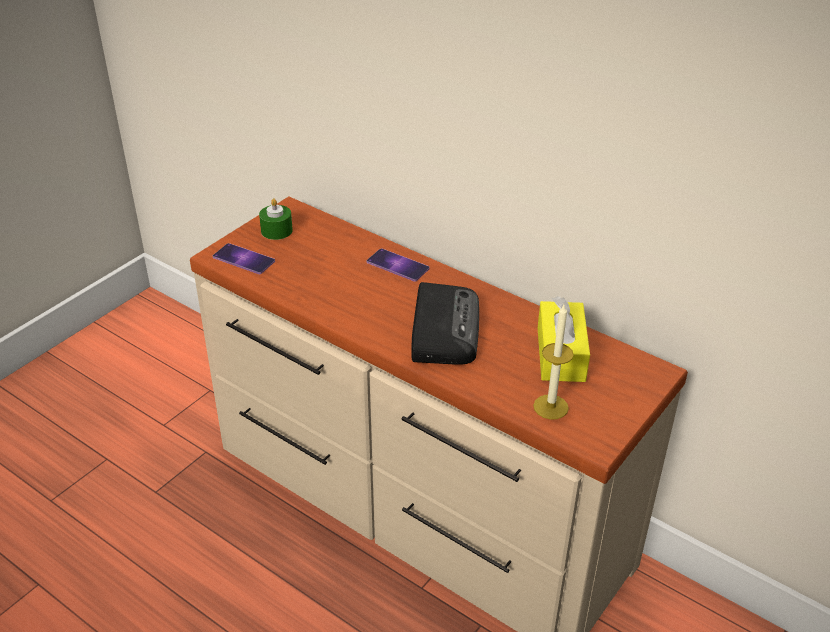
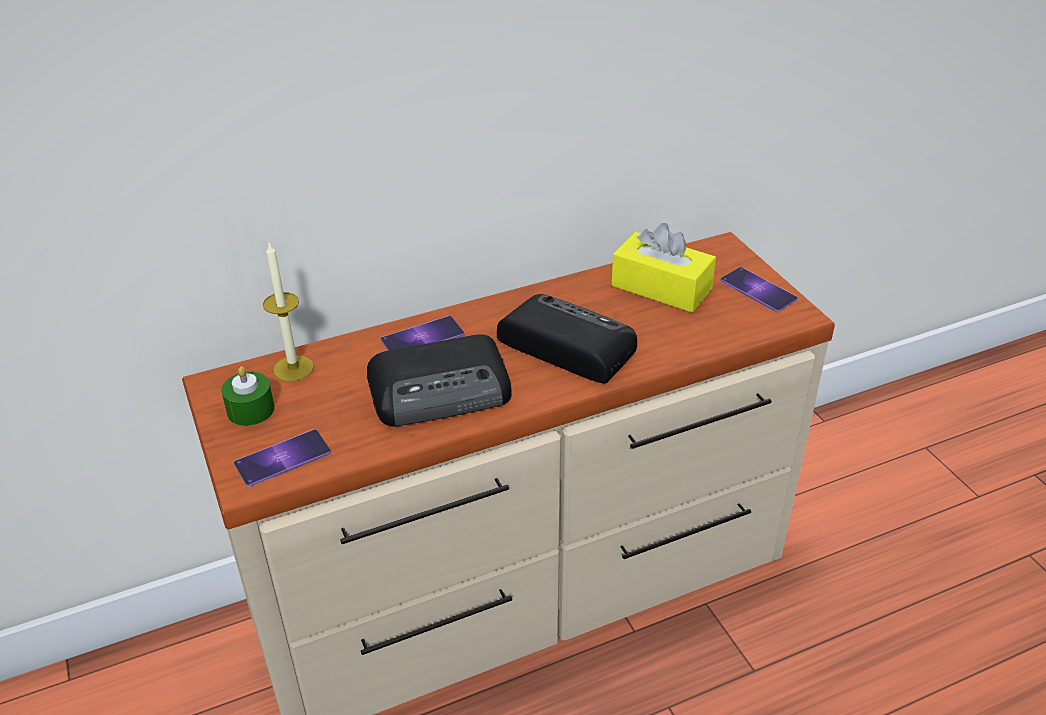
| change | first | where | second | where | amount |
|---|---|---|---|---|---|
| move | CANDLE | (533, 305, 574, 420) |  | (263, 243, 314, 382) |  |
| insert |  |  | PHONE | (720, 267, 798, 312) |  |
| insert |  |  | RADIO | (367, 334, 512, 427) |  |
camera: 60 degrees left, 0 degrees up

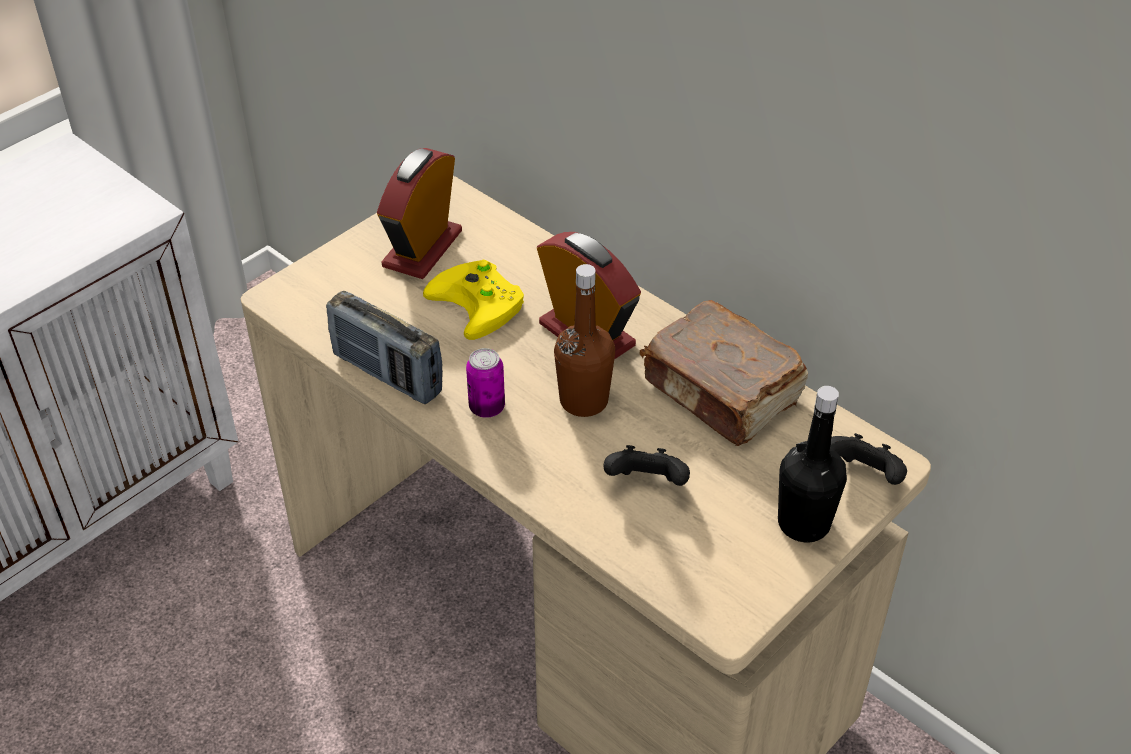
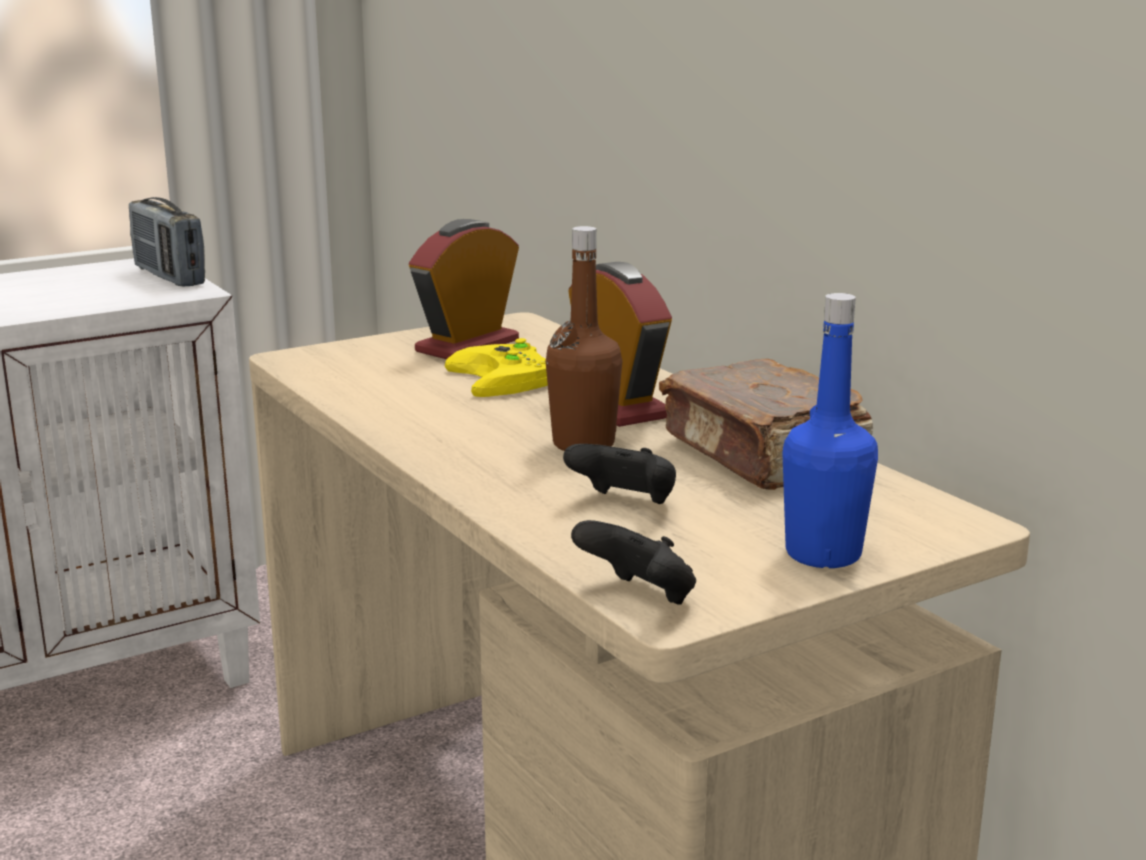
| change | first | where | second | where | amount |
|---|---|---|---|---|---|
| move | RADIO | (326, 291, 443, 404) |  | (129, 197, 205, 286) |  |
| delete | CAN | (466, 348, 505, 418) |  |  |  |
| recolor | BLACK BOTTLE | (778, 386, 847, 543) | BLUE BOTTLE | (782, 293, 878, 568) |  |
| move | BLACK GAME CONTROLLER | (830, 433, 907, 485) |  | (571, 520, 696, 605) |  |
camera: 15 degrees right, 25 degrees down

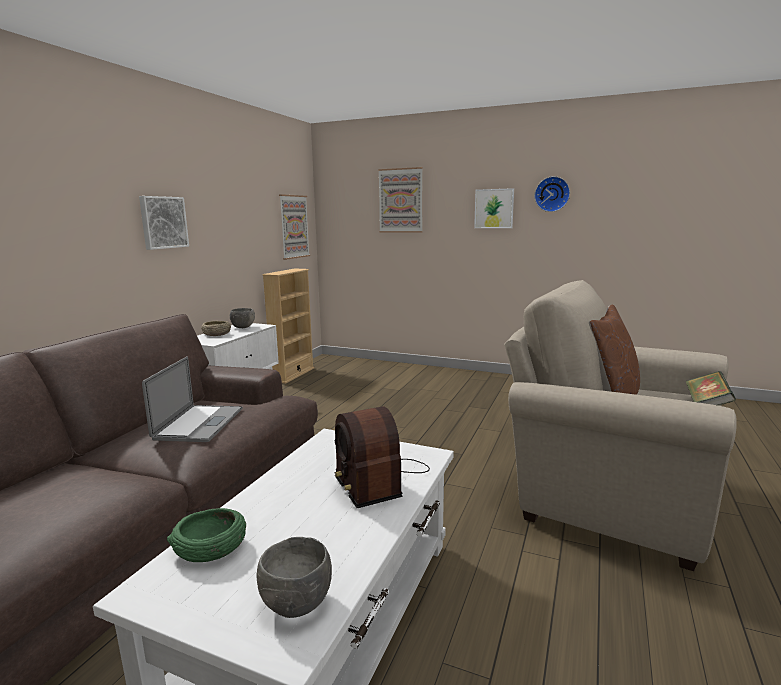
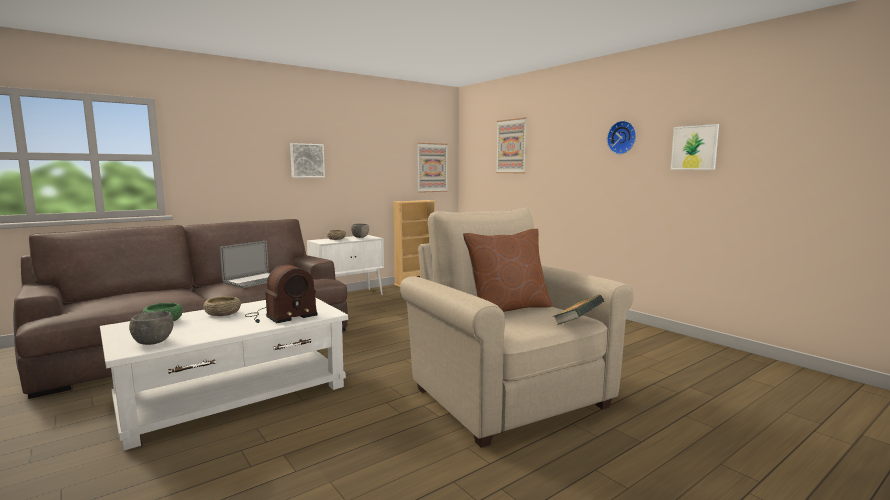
| change | first | where | second | where | amount |
|---|---|---|---|---|---|
| move | PICTURE | (474, 188, 514, 228) |  | (671, 124, 719, 170) |  |
| rotate | RADIO | (335, 406, 430, 508) |  | (245, 264, 318, 323) | 135 degrees counterclockwise |
| insert |  |  | BEIGE BOWL | (203, 296, 241, 316) |  |
camera: 30 degrees right, 5 degrees down

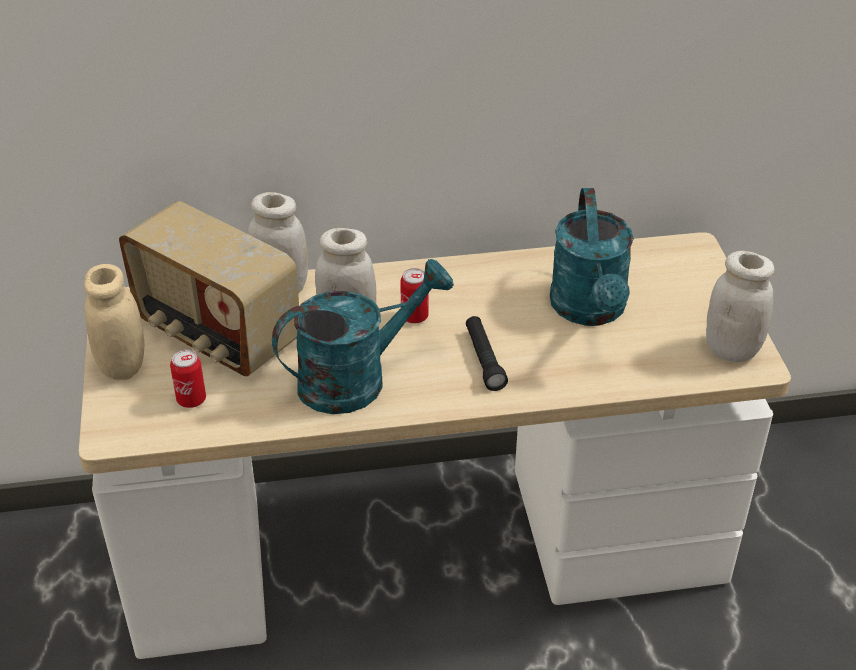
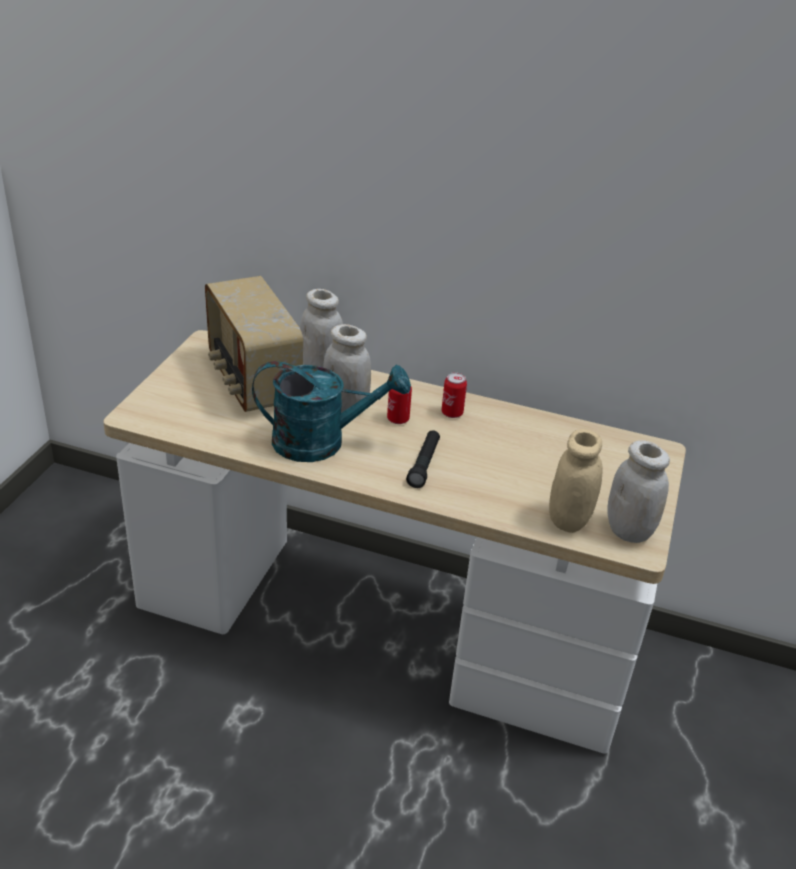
| change | first | where | second | where | amount |
|---|---|---|---|---|---|
| delete | TURQUOISE WATERING CAN | (550, 188, 634, 326) |  |  |  |
| move | BEIGE JAR | (84, 264, 145, 380) |  | (549, 429, 603, 533) |  |
| move | CAN | (170, 349, 206, 408) |  | (441, 372, 467, 418) |  |
camera: 25 degrees right, 5 degrees down

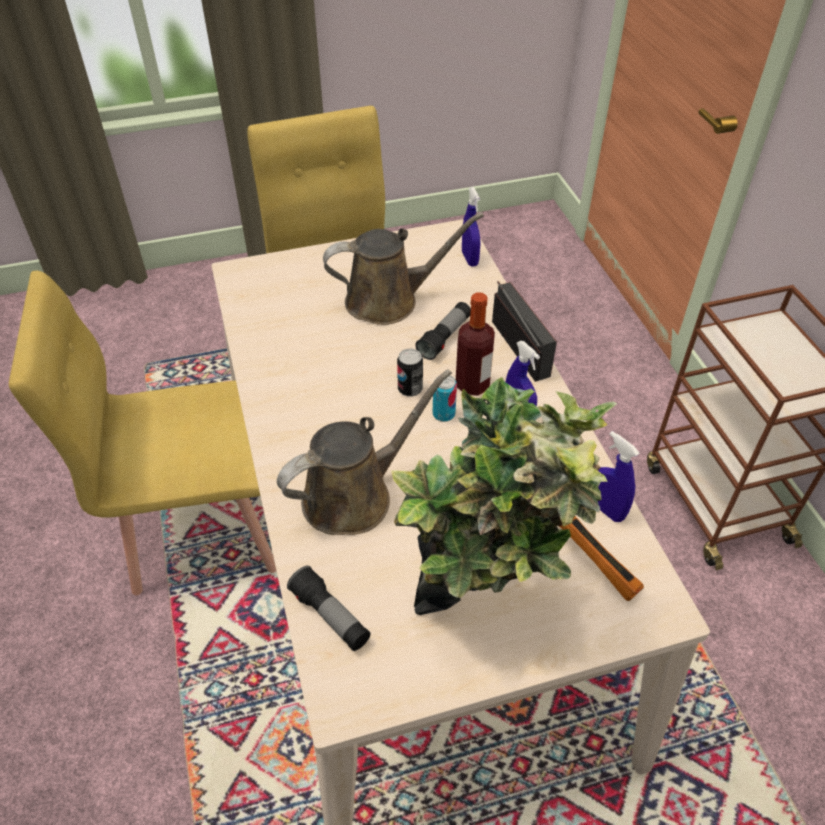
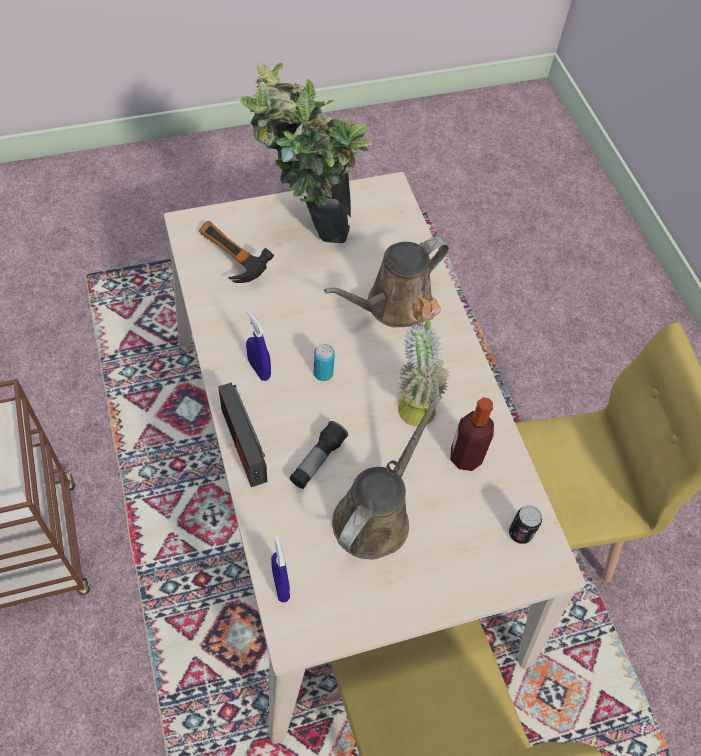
| change | first | where | second | where | amount |
|---|---|---|---|---|---|
| rotate | BROWN WATERING CAN | (323, 213, 484, 325) |  | (332, 395, 441, 559) | 135 degrees clockwise |
| move | BOTTLE | (456, 292, 495, 396) |  | (450, 397, 494, 471) |  |
| move | CAN | (397, 349, 423, 397) |  | (509, 505, 542, 544) |  |
| delete | BLUE SPRAY BOTTLE | (598, 431, 640, 522) |  |  |  |
| delete | FLASHLIGHT | (287, 566, 371, 651) |  |  |  |
| insert |  |  | POTTED PLANT | (398, 295, 450, 426) |  |
camera: 175 degrees right, 10 degrees up

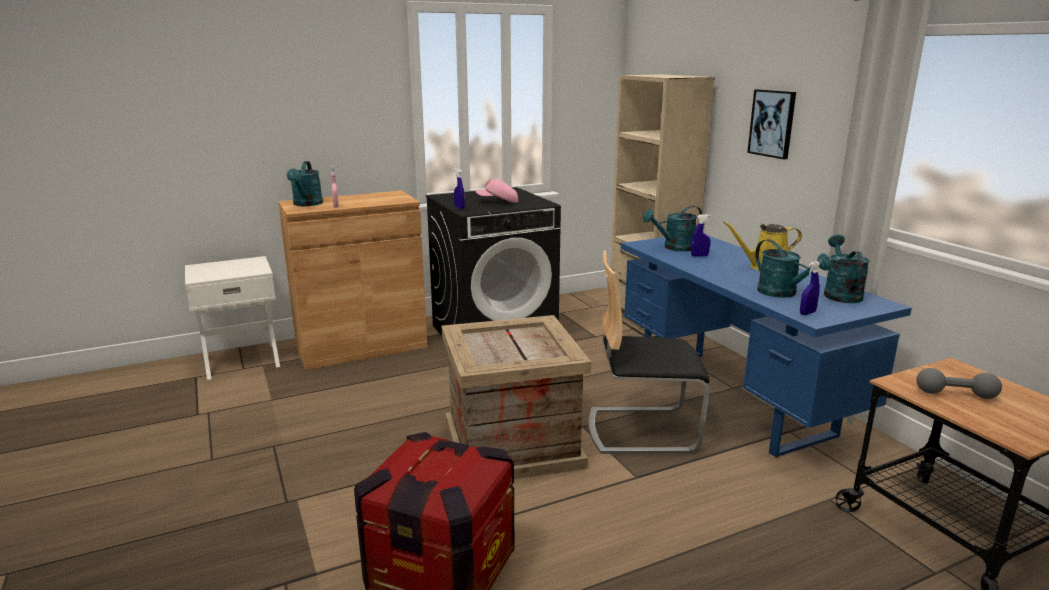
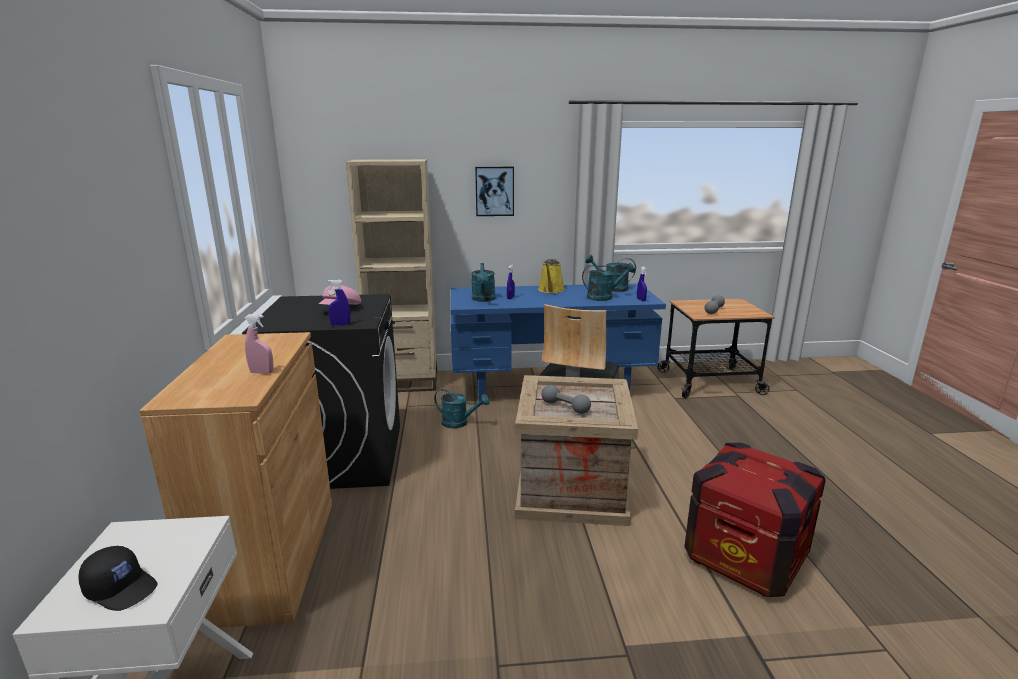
| change | first | where | second | where | amount |
|---|---|---|---|---|---|
| move | TURQUOISE WATERING CAN | (286, 161, 323, 206) |  | (434, 389, 490, 429) |  |
| insert |  |  | GREY DUMBBELL | (541, 385, 591, 414) |  |
| insert |  |  | BLACK CAP | (78, 546, 157, 611) |  |
camera: 70 degrees left, 0 degrees up

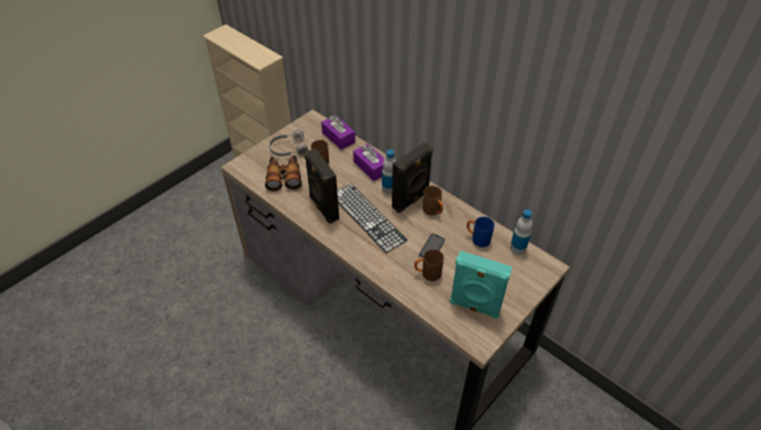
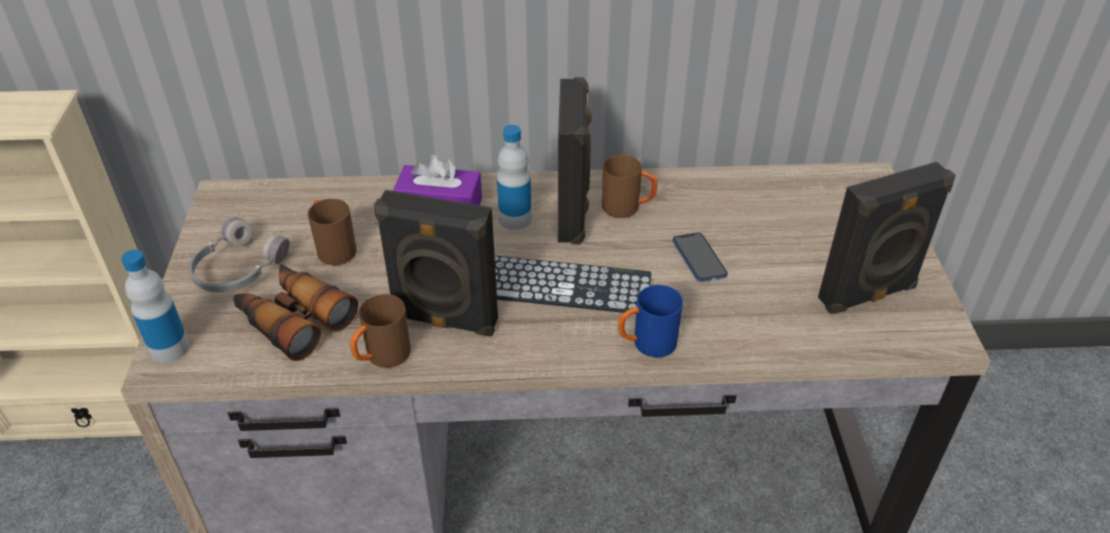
| change | first | where | second | where | amount |
|---|---|---|---|---|---|
| delete | PURPLE TISSUE BOX | (321, 115, 355, 150) |  |  |  |
| move | BOTTLE | (510, 209, 532, 255) |  | (121, 250, 189, 363) |  |
| move | BLUE MUG | (467, 217, 495, 247) |  | (618, 285, 683, 358) |  |
| move | BROWN MUG | (414, 249, 444, 281) |  | (350, 294, 411, 368) |  |
| recolor | TURQUOISE SPEAKER | (450, 251, 512, 319) | BLACK SPEAKER | (818, 162, 956, 314) |  |
camera: 45 degrees left, 5 degrees down

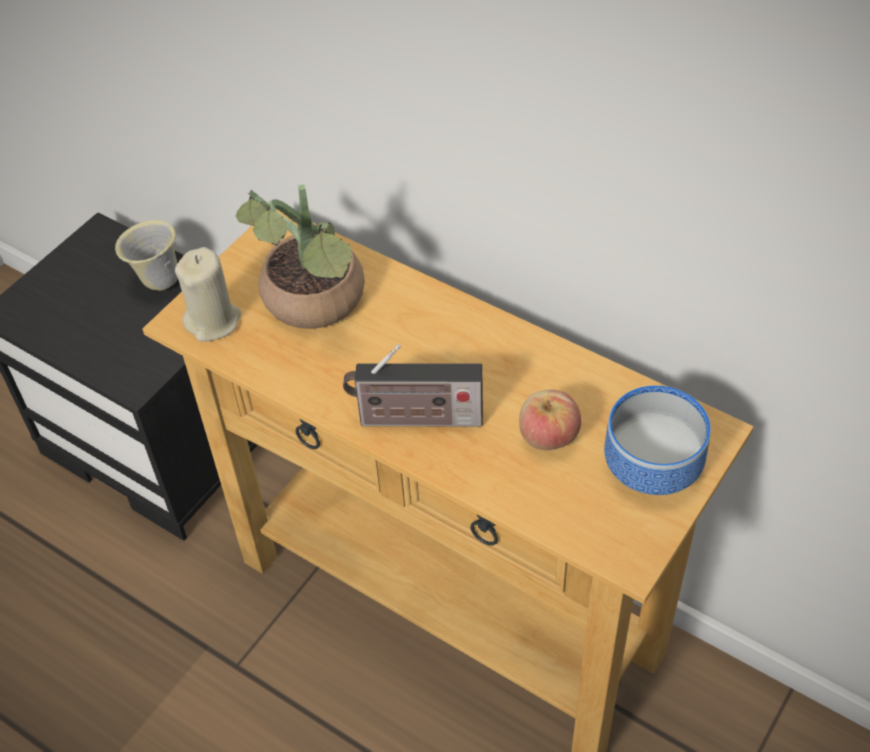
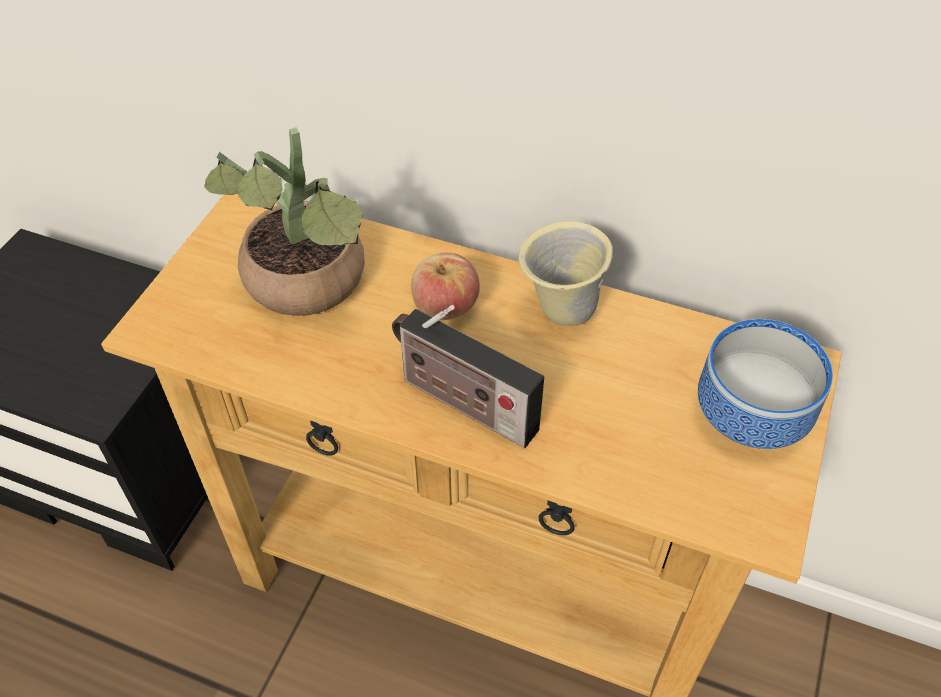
| change | first | where | second | where | amount |
|---|---|---|---|---|---|
| move | BEIGE MUG | (115, 220, 178, 291) |  | (519, 221, 613, 326) |  |
| delete | BEIGE CANDLE | (175, 247, 241, 342) |  |  |  |
| rotate | RADIO | (343, 344, 483, 427) |  | (392, 305, 544, 448) | 45 degrees clockwise |
| move | APPLE | (519, 389, 581, 450) |  | (411, 253, 480, 320) |  |
camera: 15 degrees left, 0 degrees up

